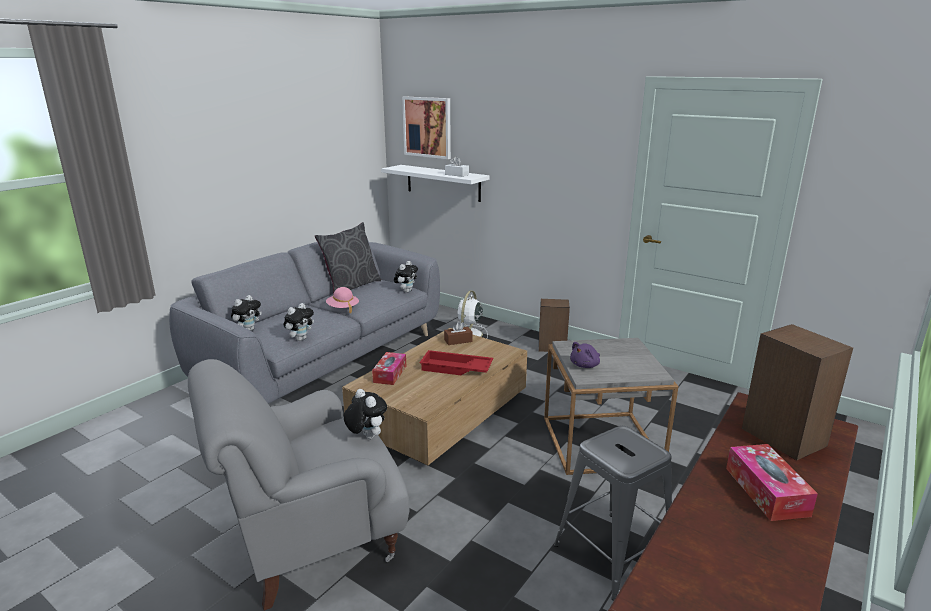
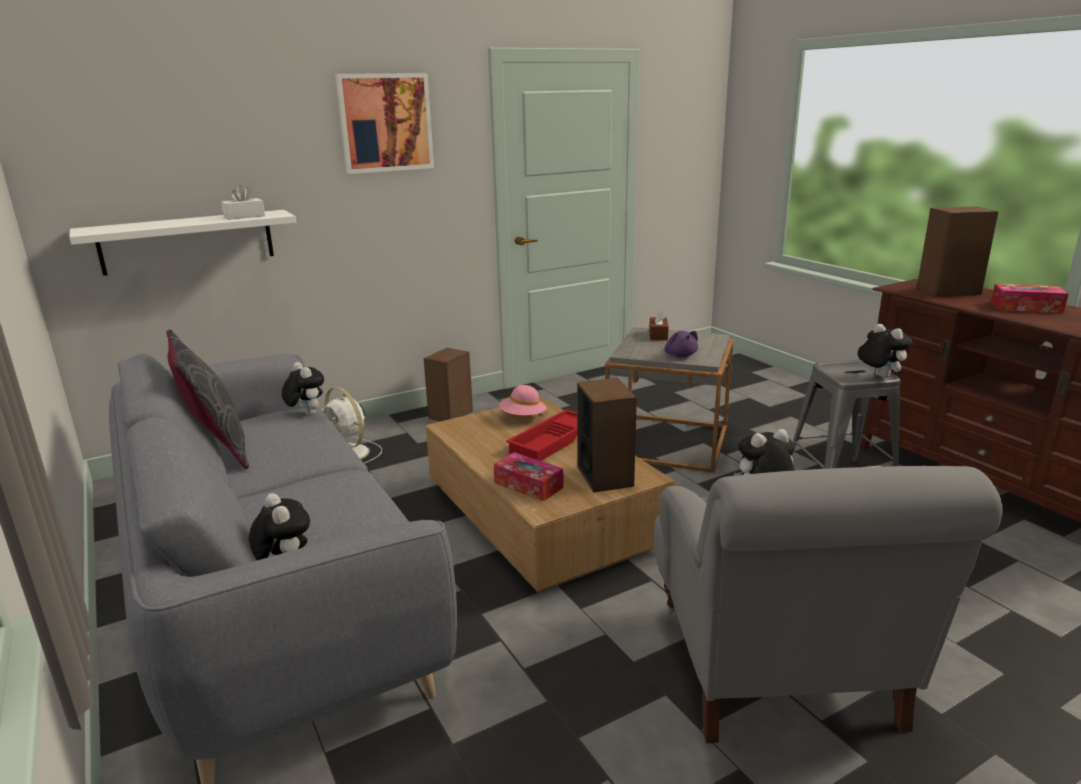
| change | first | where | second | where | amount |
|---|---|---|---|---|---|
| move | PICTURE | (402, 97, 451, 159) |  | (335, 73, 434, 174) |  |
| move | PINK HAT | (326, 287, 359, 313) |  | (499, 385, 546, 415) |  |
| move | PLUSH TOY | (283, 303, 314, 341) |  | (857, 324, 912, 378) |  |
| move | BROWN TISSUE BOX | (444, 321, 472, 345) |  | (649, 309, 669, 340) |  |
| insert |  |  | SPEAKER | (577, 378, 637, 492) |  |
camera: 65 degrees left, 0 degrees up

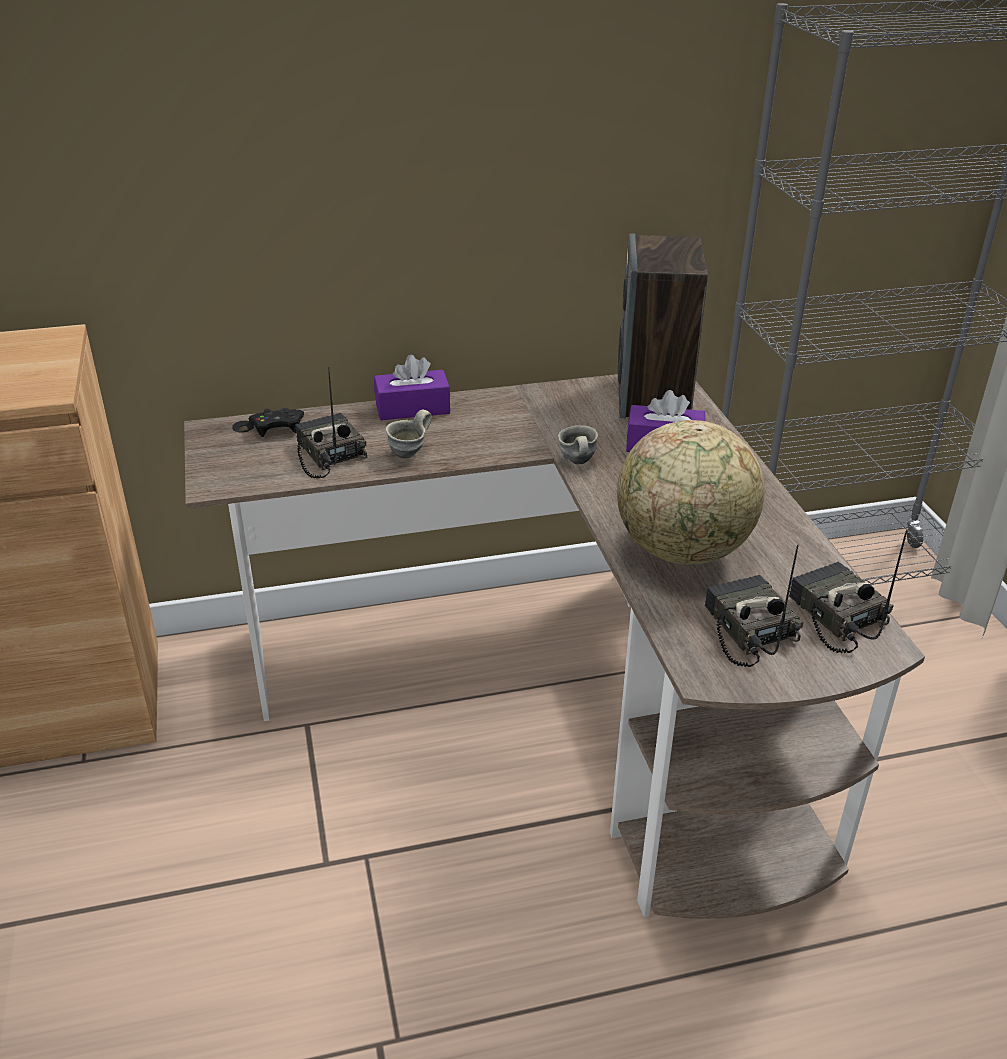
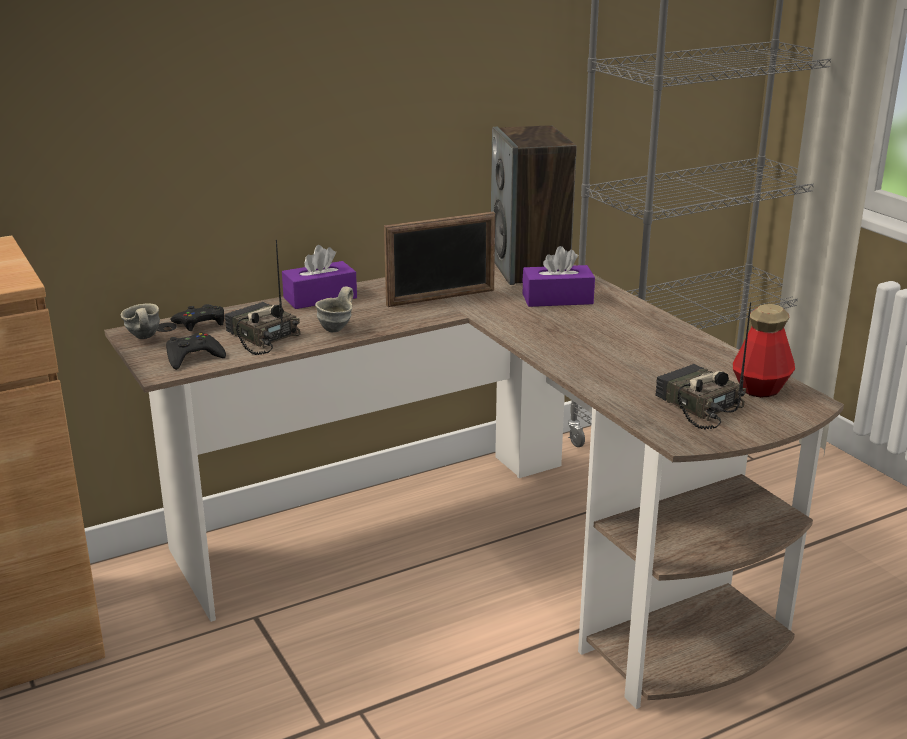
| change | first | where | second | where | amount |
|---|---|---|---|---|---|
| delete | GLOBE | (617, 420, 765, 564) |  |  |  |
| move | GREY MUG | (558, 425, 598, 464) |  | (121, 303, 160, 339) |  |
| replace | RADIO | (789, 530, 907, 653) | BOTTLE | (733, 304, 795, 398) |  |
| insert |  |  | PICTURE FRAME | (384, 212, 495, 307) |  |
| insert |  |  | BLACK GAME CONTROLLER | (166, 333, 226, 370) |  |
camera: 15 degrees left, 10 degrees down

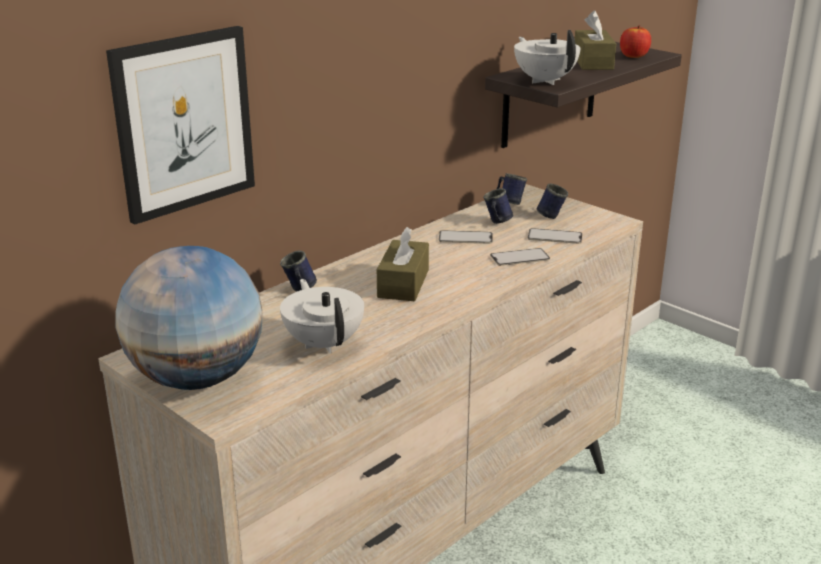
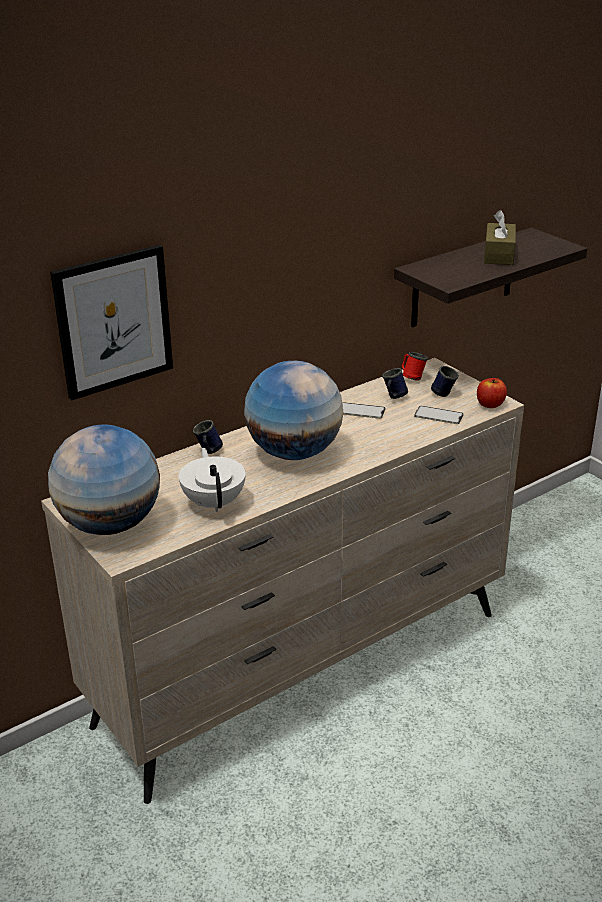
| change | first | where | second | where | amount |
|---|---|---|---|---|---|
| move | APPLE | (620, 25, 651, 58) |  | (477, 378, 507, 408) |  |
| delete | WHITE TEAPOT | (514, 30, 581, 85) |  |  |  |
| recolor | BLUE MUG | (497, 173, 527, 205) | RED MUG | (402, 352, 428, 381) |  |
| replace | BROWN TISSUE BOX | (377, 227, 429, 301) | GLOBE | (244, 361, 343, 460) |  |
| delete | PHONE | (490, 248, 550, 266) |  |  |  |
camera: 10 degrees right, 5 degrees up

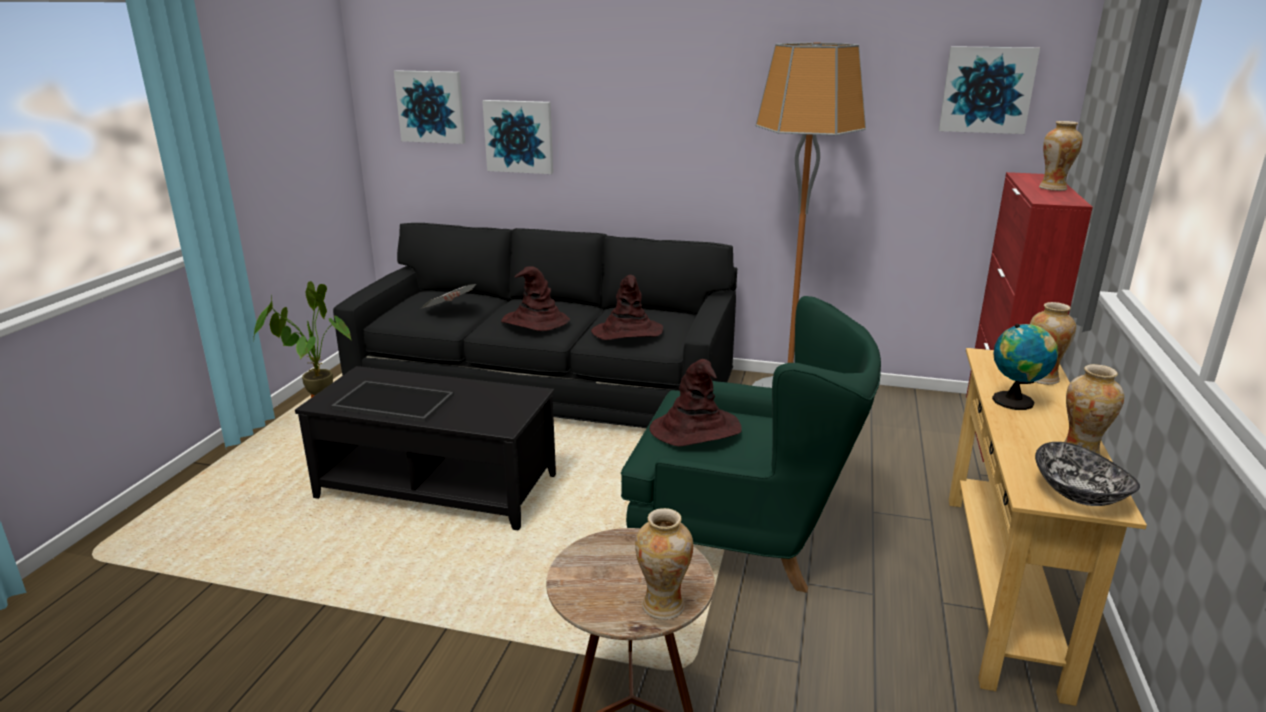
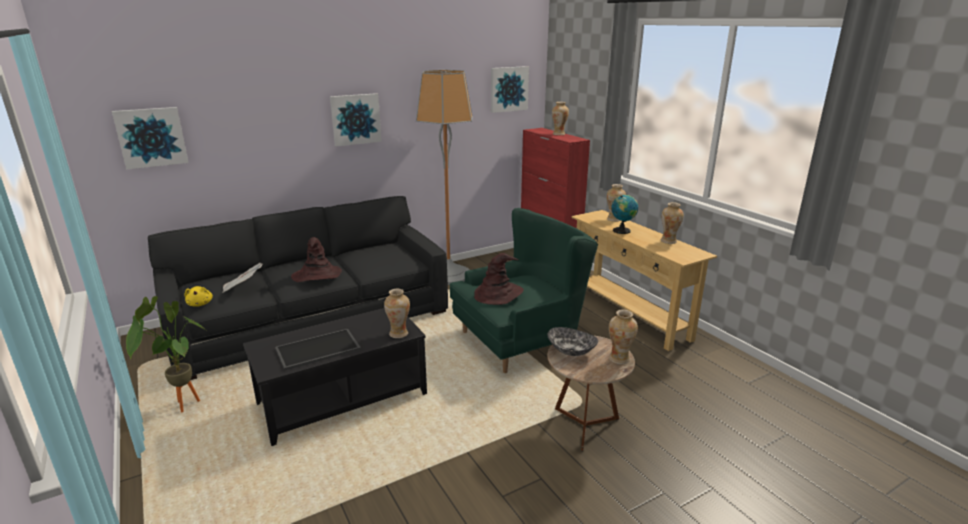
| change | first | where | second | where | amount |
|---|---|---|---|---|---|
| move | PICTURE | (482, 100, 553, 174) |  | (330, 93, 382, 147) |  |
| delete | BROWN HAT | (591, 275, 663, 340) |  |  |  |
| move | BOWL | (1035, 442, 1140, 506) |  | (547, 327, 598, 356) |  |
| insert |  |  | YELLOW PLUSH TOY | (185, 286, 213, 307) |  |
| insert |  |  | VASE | (384, 289, 410, 338) |  |
camera: 45 degrees left, 0 degrees up

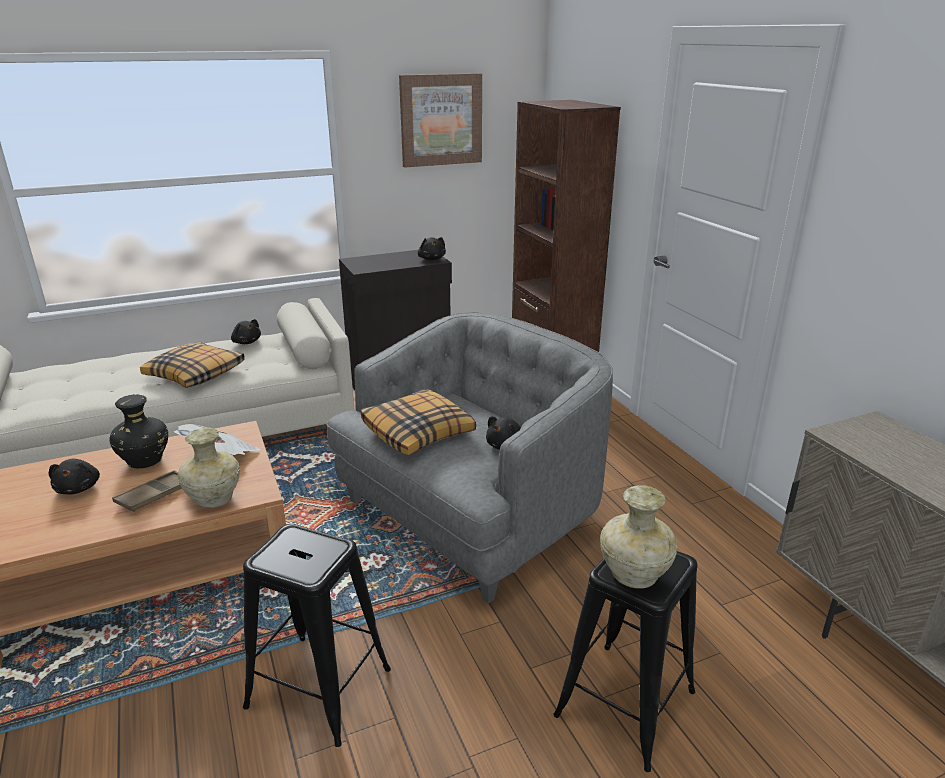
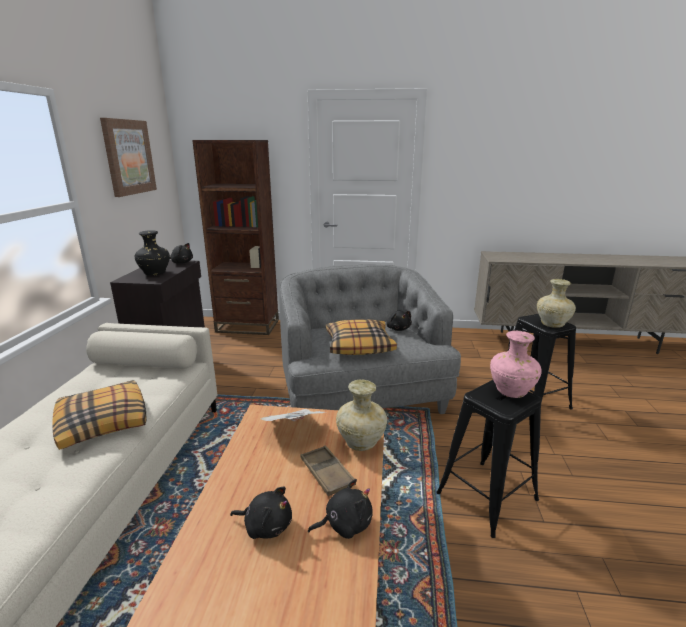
| change | first | where | second | where | amount |
|---|---|---|---|---|---|
| move | BLACK PLUSH TOY | (231, 319, 261, 344) |  | (308, 479, 373, 539) |  |
| move | BLACK VASE | (109, 394, 168, 468) |  | (135, 230, 170, 276) |  |
| insert |  |  | PINK VASE | (490, 331, 542, 398) |  |
camera: 60 degrees left, 5 degrees down

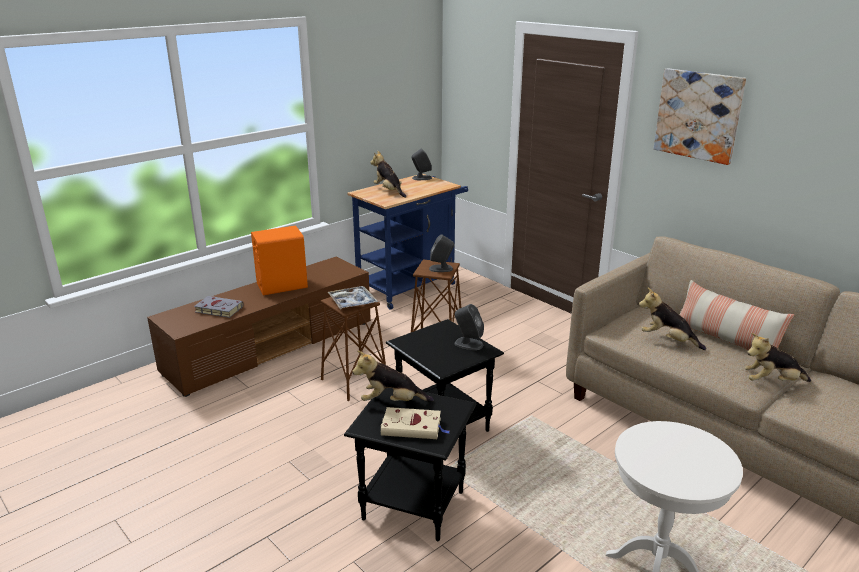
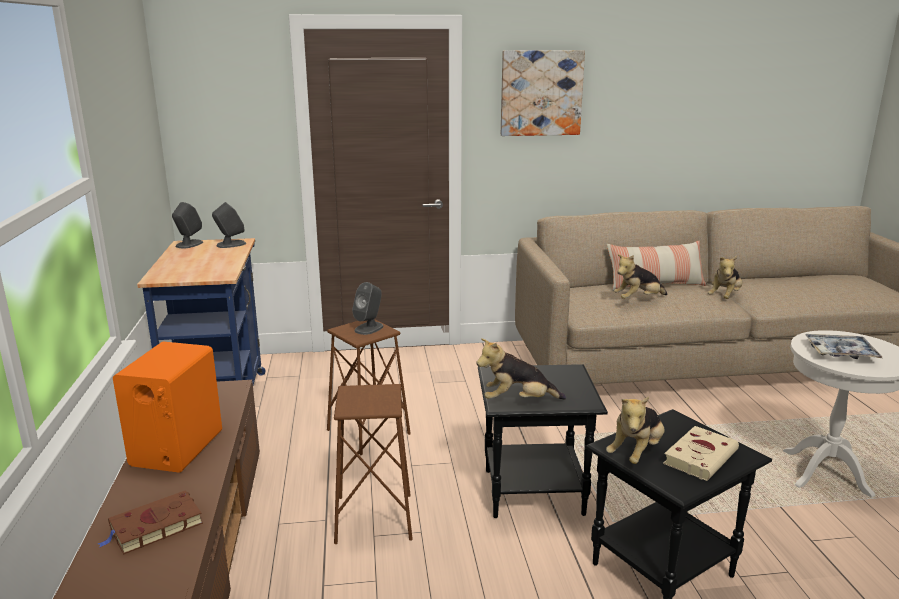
| change | first | where | second | where | amount |
|---|---|---|---|---|---|
| move | PLUSH TOY | (370, 151, 406, 198) |  | (476, 338, 566, 399) |  |
| move | TRAY | (328, 286, 378, 309) |  | (805, 334, 882, 359) |  |
| recolor | GREY BOOK | (194, 296, 243, 318) | BROWN BOOK | (98, 490, 203, 555) |  |
| move | GREY SPEAKER | (455, 304, 484, 350) |  | (212, 202, 246, 248) |  |
camera: 55 degrees left, 5 degrees down

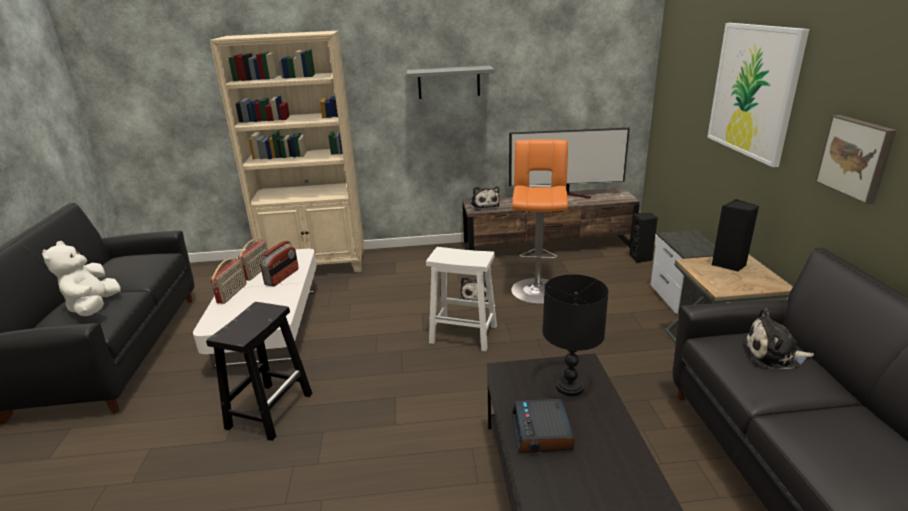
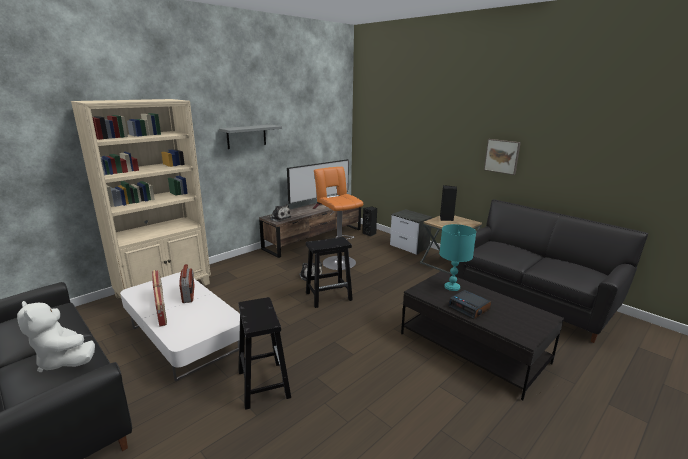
| change | first | where | second | where | amount |
|---|---|---|---|---|---|
| delete | PICTURE | (707, 23, 809, 167) |  |  |  |
| recolor | WHITE STOOL | (426, 247, 497, 351) | BLACK STOOL | (306, 237, 353, 308) |  |
| recolor | BLACK TABLE LAMP | (543, 274, 609, 396) | TURQUOISE TABLE LAMP | (439, 224, 476, 291) |  |
| delete | PLUSH TOY | (743, 309, 814, 369) |  |  |  |
camera: 40 degrees left, 5 degrees down

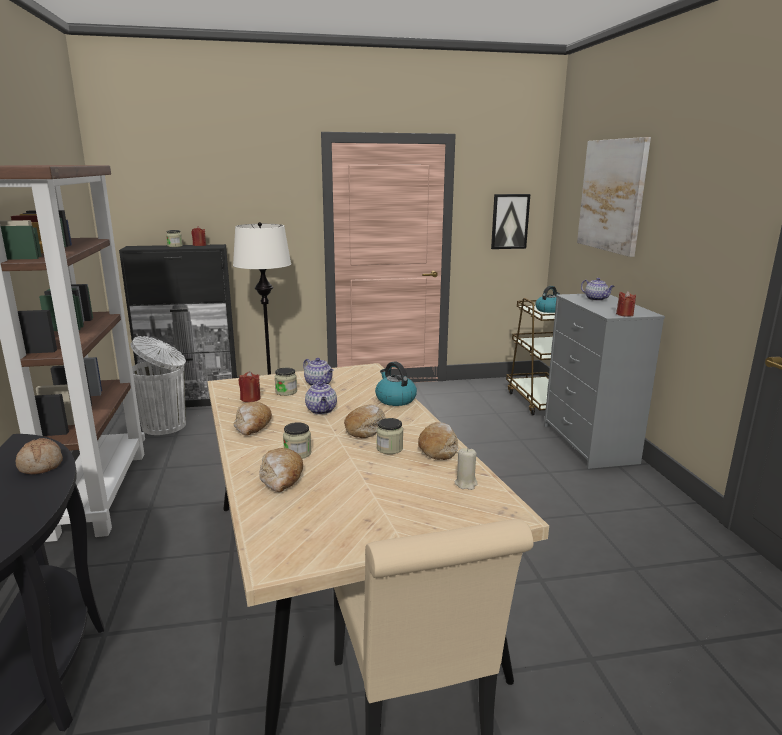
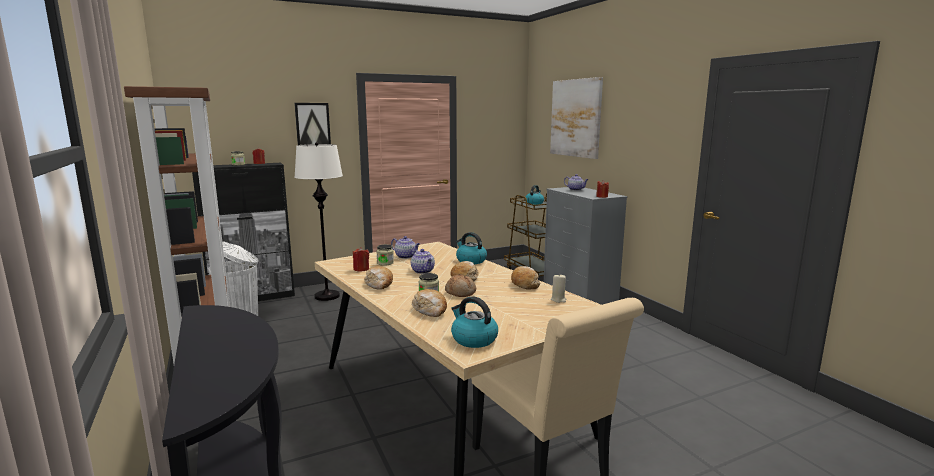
| change | first | where | second | where | amount |
|---|---|---|---|---|---|
| move | PICTURE | (491, 194, 530, 249) |  | (294, 103, 331, 145) |  |
| delete | JAR | (377, 418, 403, 454) |  |  |  |
| move | BREAD | (16, 438, 63, 474) |  | (445, 274, 476, 297) |  |
| insert |  |  | KETTLE | (451, 296, 498, 348) |  |
camera: 15 degrees left, 5 degrees down

